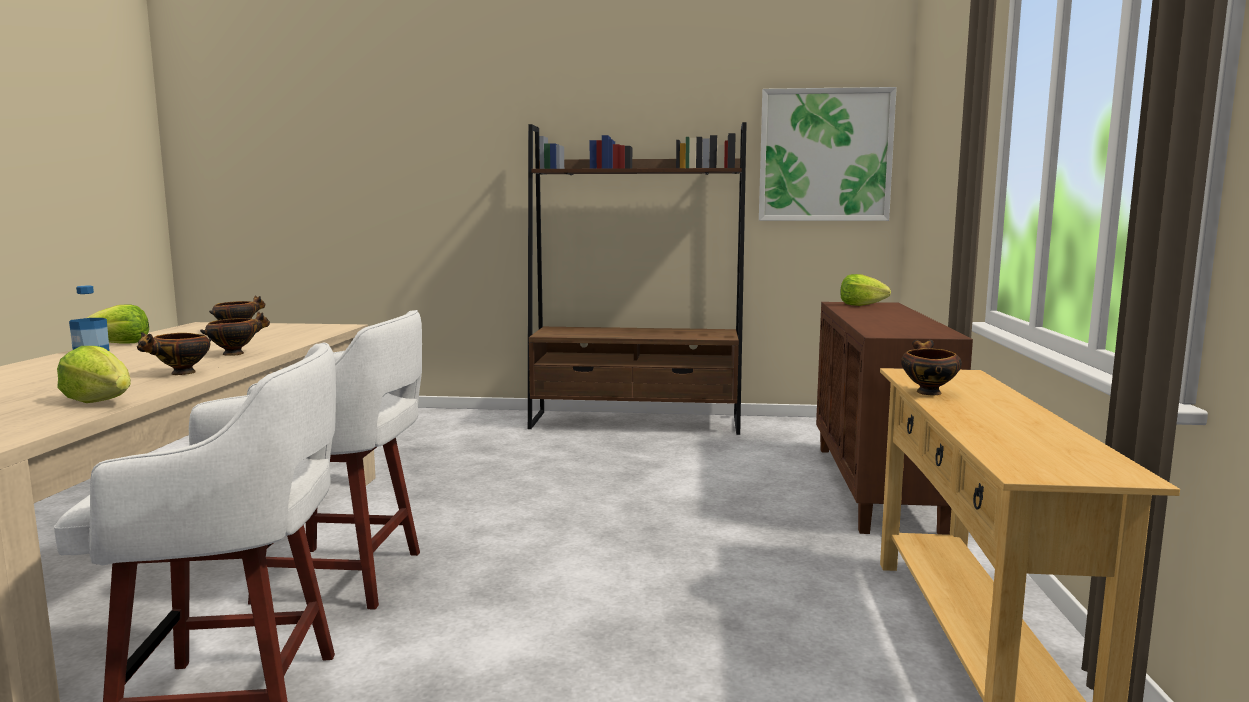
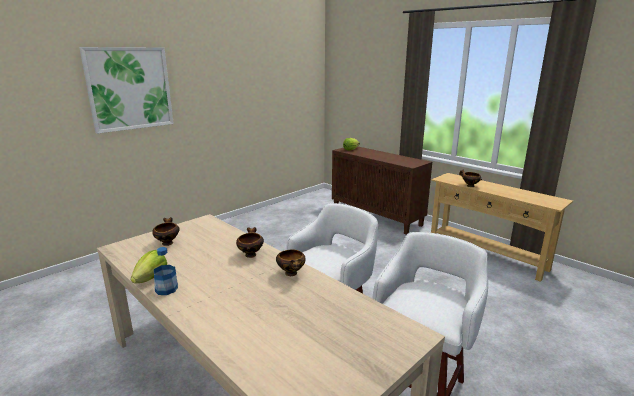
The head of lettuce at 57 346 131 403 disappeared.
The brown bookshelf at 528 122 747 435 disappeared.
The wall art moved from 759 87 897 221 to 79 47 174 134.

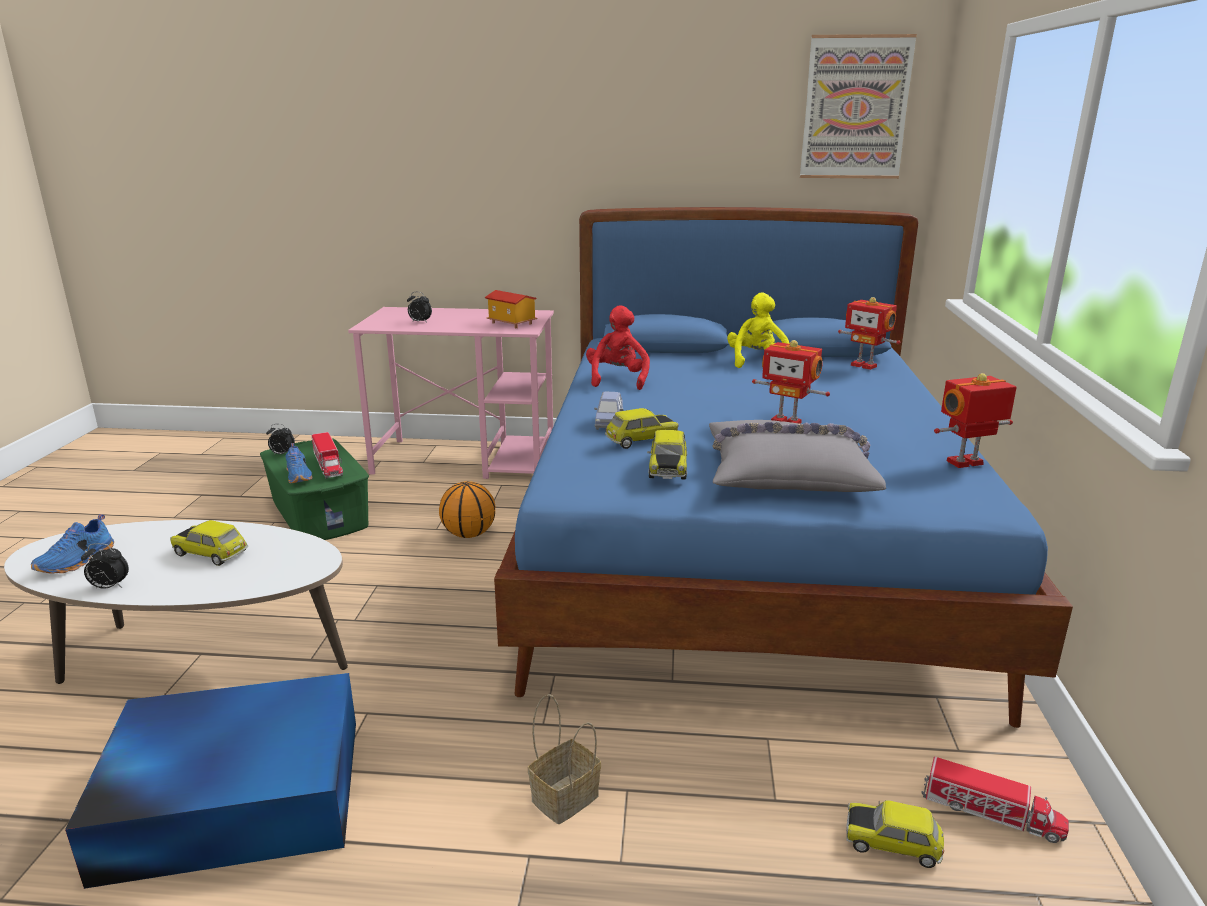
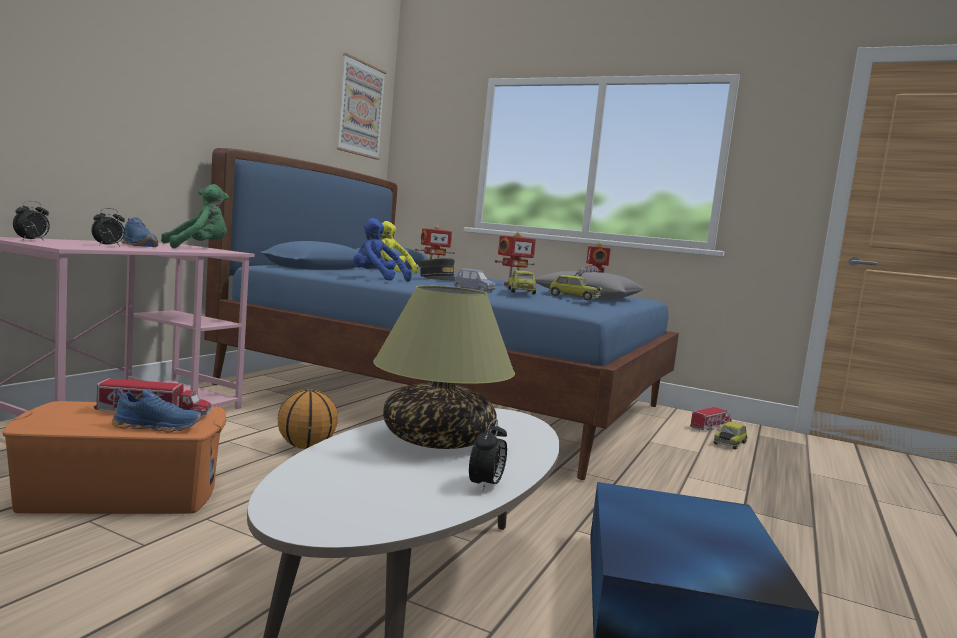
The storage basket at 528 694 601 824 disappeared.
The gray cap at 419 258 455 281 appeared.
The bluish low shoe moved from 31 514 114 574 to 121 217 158 247.
The alarm clock moved from 266 424 295 454 to 13 201 50 241.
The toy car at 170 520 248 566 was replaced by the lamp for a table at 373 285 515 449.
The model house at 485 290 537 328 was replaced by the green-coloured cuddly toy at 161 184 229 248.
The green-coloured storage container at 260 438 369 540 became the orange storage container at 3 401 226 514.
The red-coloured cuddly toy at 586 305 650 390 became the bluish cuddly toy at 353 218 412 282.

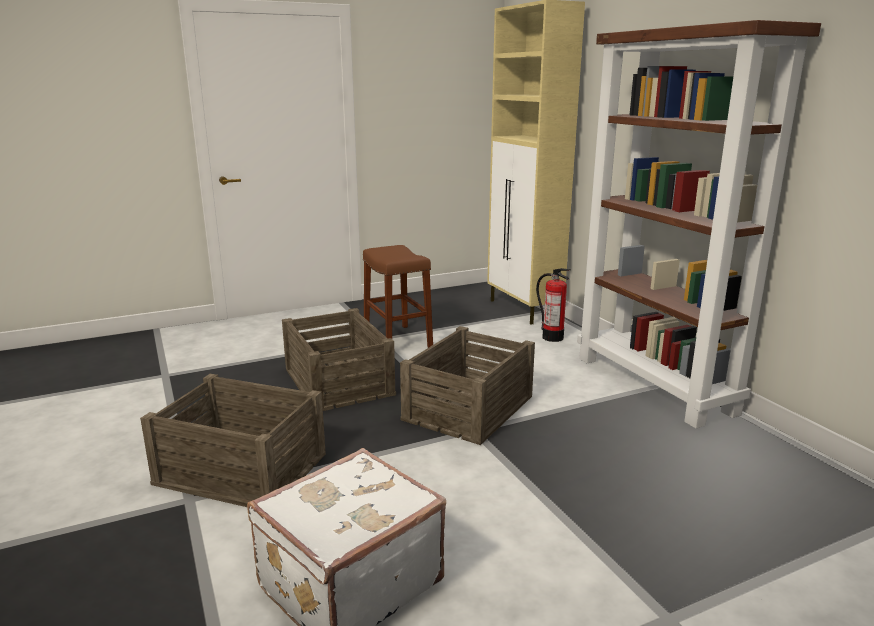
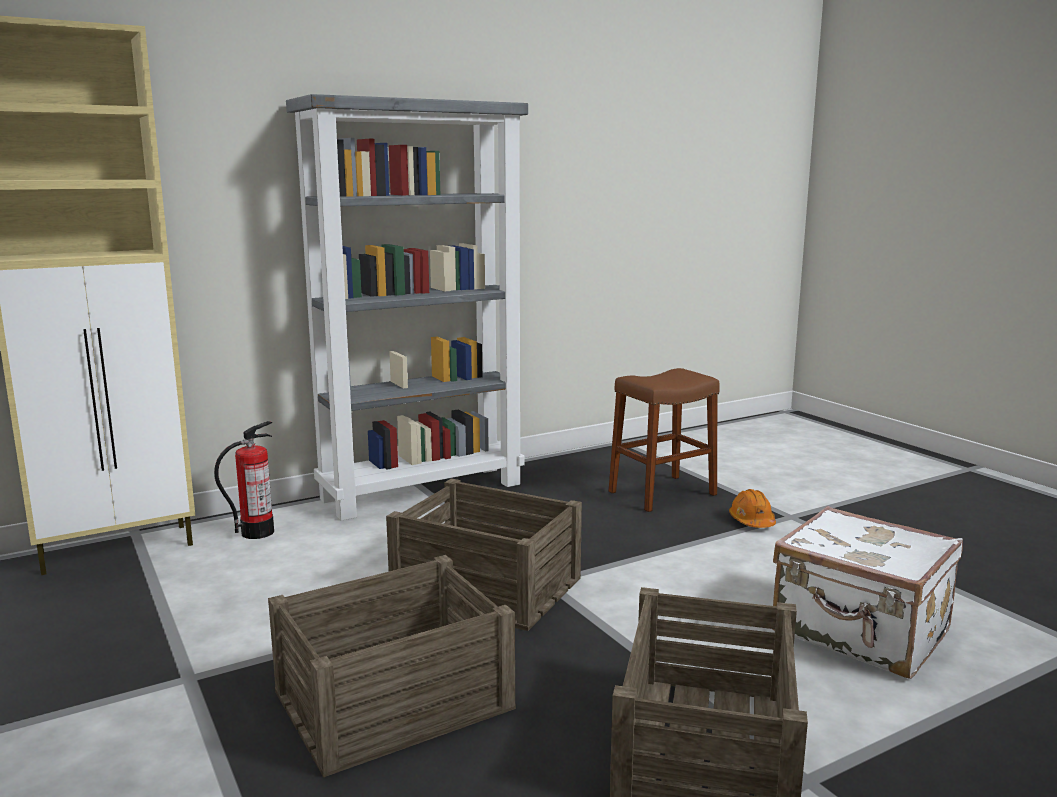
The orange hard hat at 729 489 776 528 appeared.
The brown stool seat moved from 363 245 433 348 to 609 368 720 512.
The brown bookshelf at 577 20 821 429 became the gray bookshelf at 286 94 528 521.

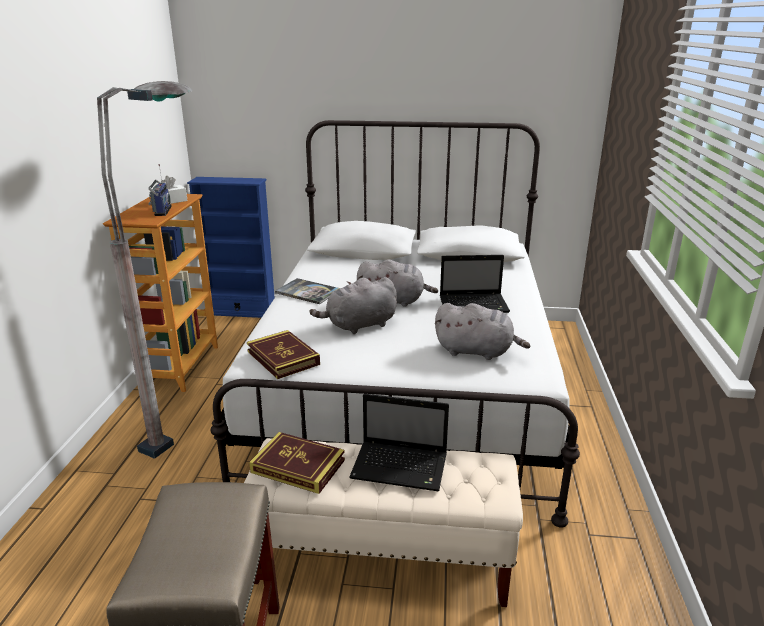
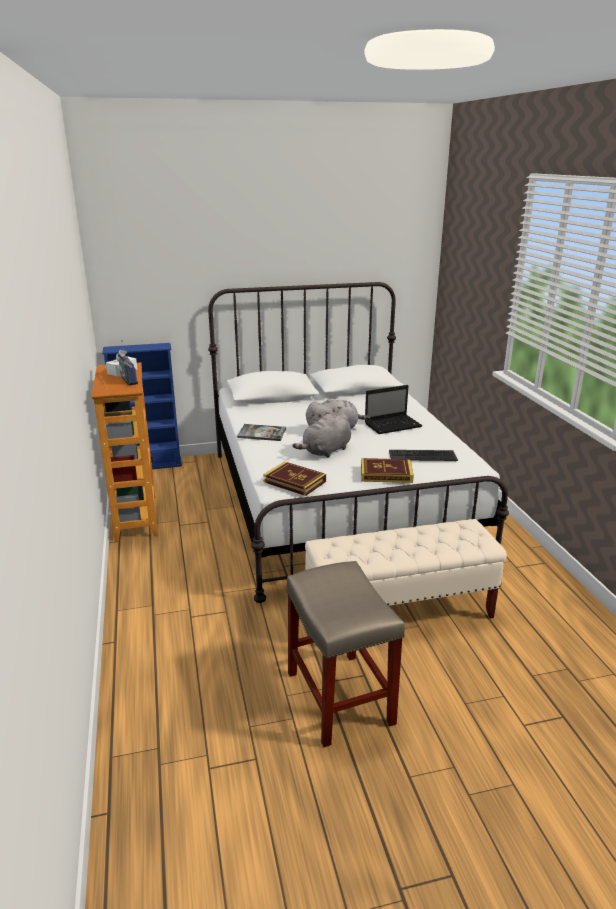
The gray floor lamp at 97 81 193 459 disappeared.
The portable computer at 349 394 449 491 disappeared.
The volume moved from 249 432 345 494 to 361 458 414 483.
The gray cuddly toy at 435 303 530 360 was replaced by the PC keyboard at 389 450 458 461.

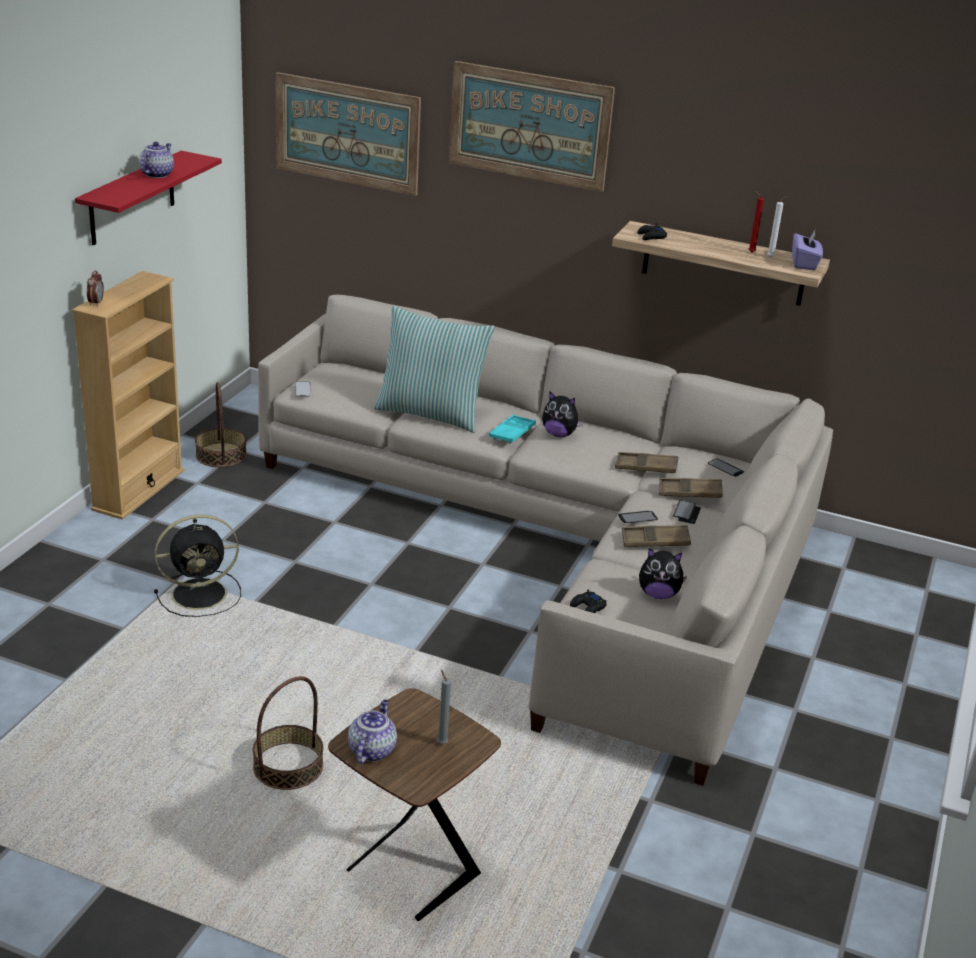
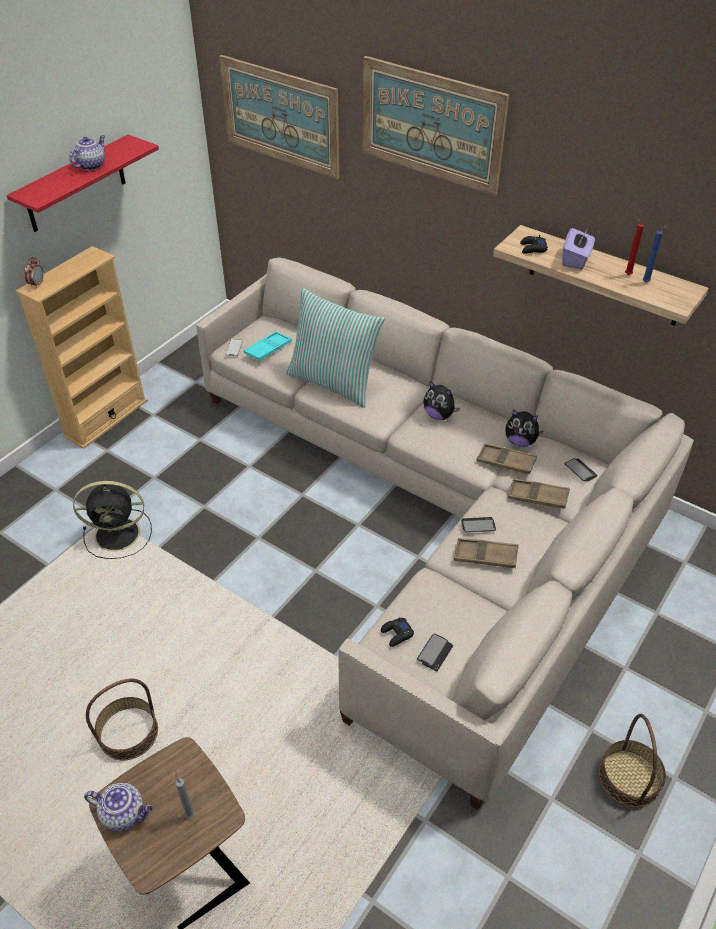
The storage basket moved from 195 382 247 467 to 599 714 666 808.
The turquoise carrying tray moved from 489 414 536 444 to 244 331 292 361.
The cuddly toy moved from 639 548 687 599 to 505 409 543 447.
The handset moved from 673 500 701 524 to 417 634 453 671.
The purple-coloured tissue box moved from 792 230 823 270 to 562 228 595 269.
The white wax candle at 767 196 787 257 became the bluish wax candle at 643 226 667 283.
The teapot at 348 699 397 764 turned 75 degrees clockwise.

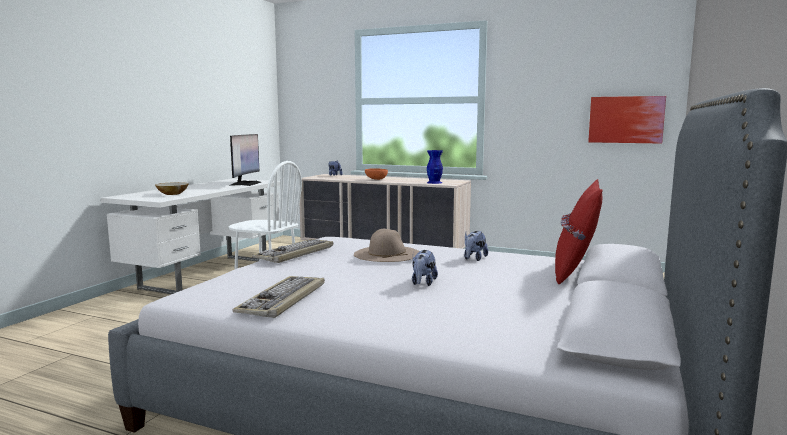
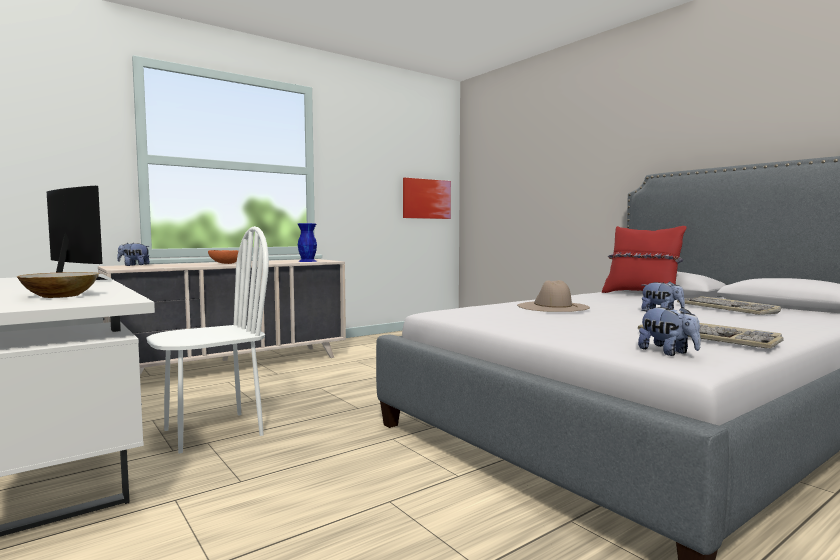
The PC keyboard moved from 252 239 333 263 to 677 296 781 315.
The cuddly toy moved from 464 231 488 261 to 638 307 701 356.

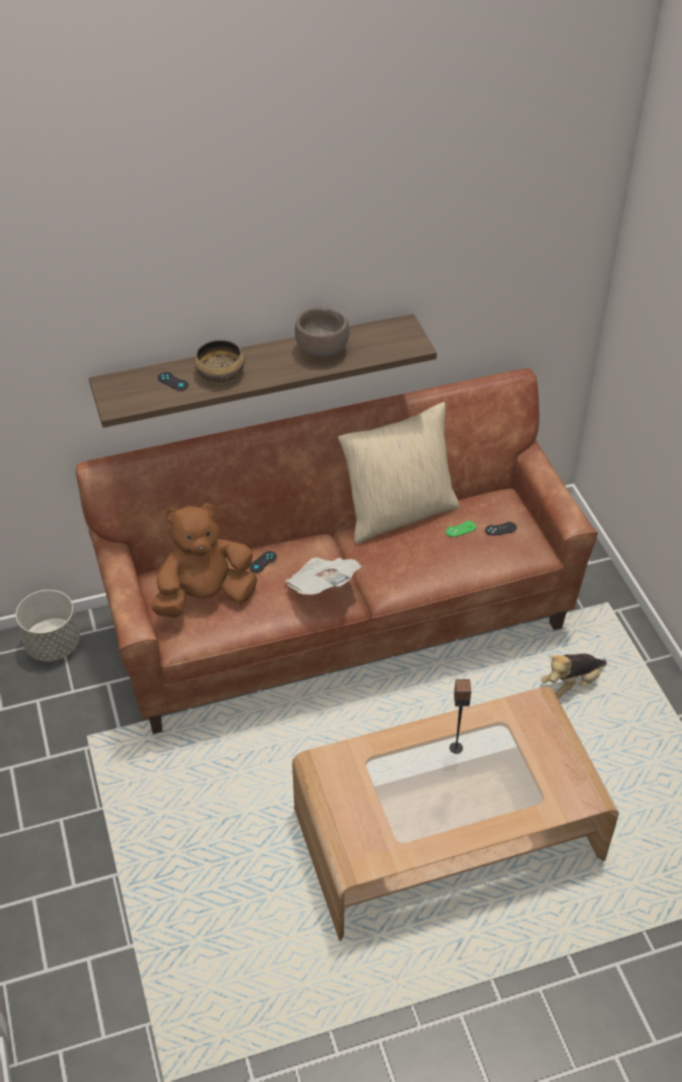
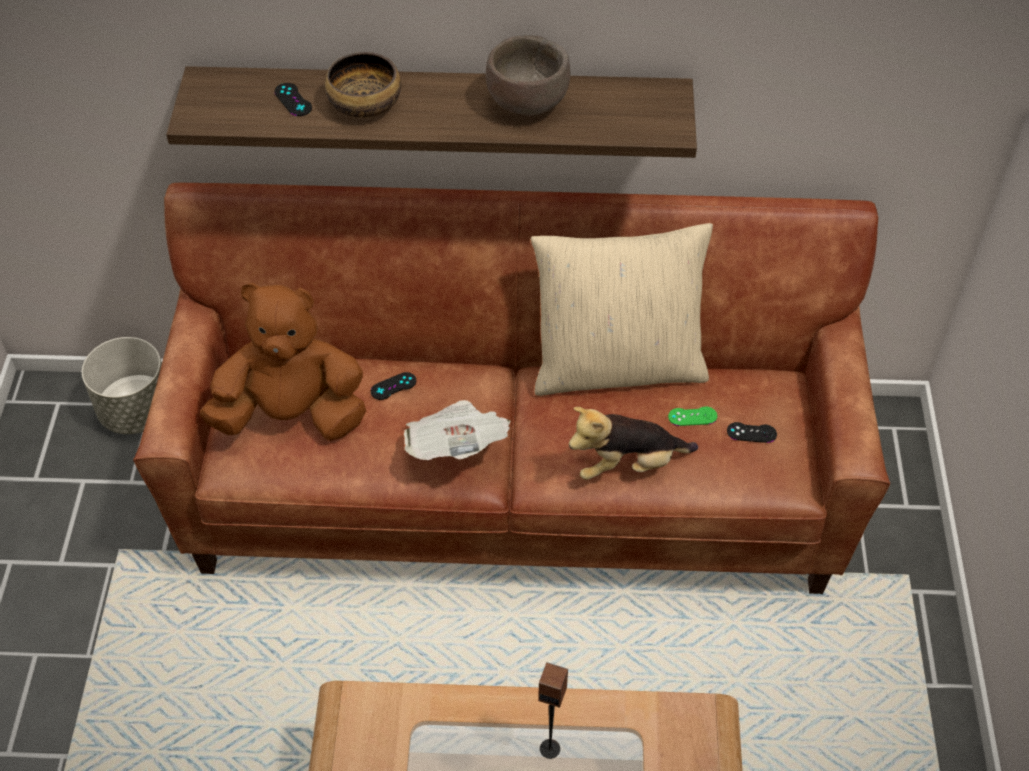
The cuddly toy moved from 541 654 607 699 to 569 407 698 480.

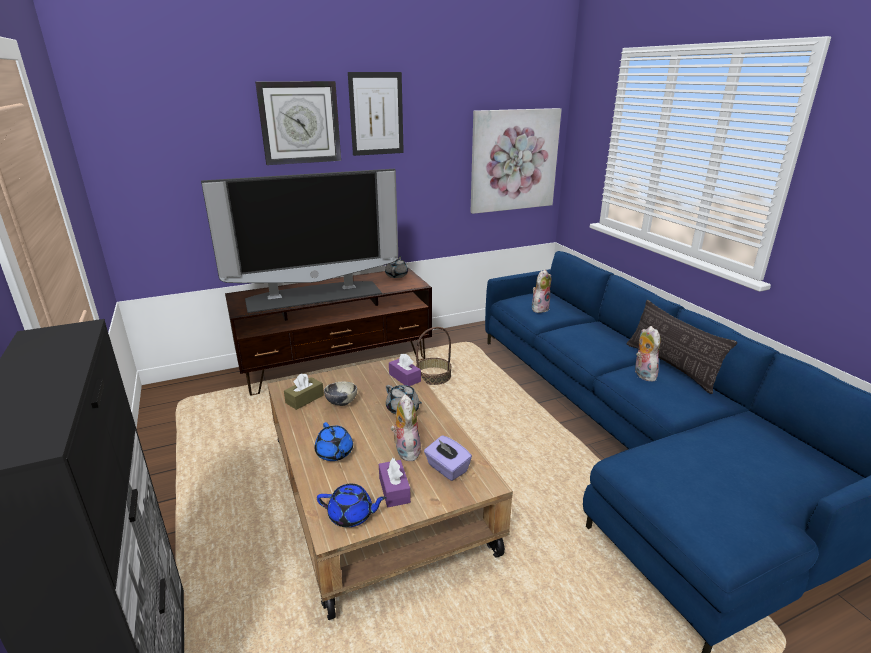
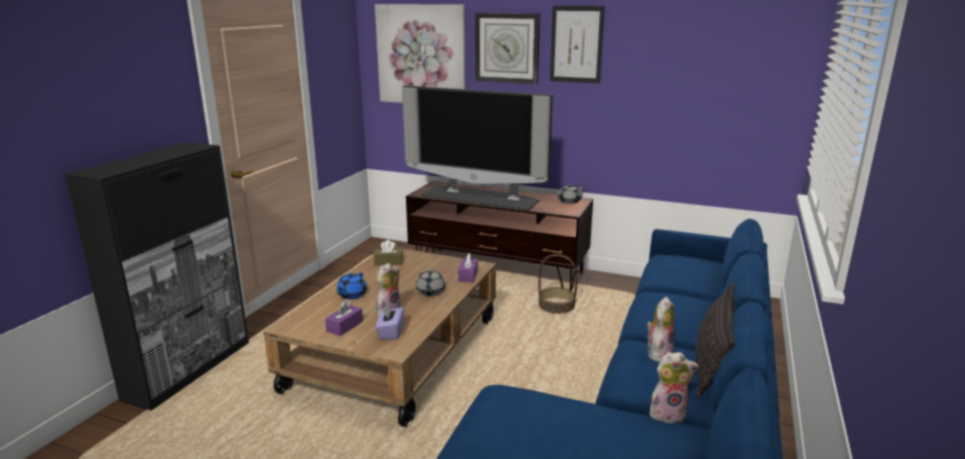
The bluish teapot at 317 484 387 527 disappeared.
The bowl at 324 382 357 406 disappeared.
The wall art moved from 470 108 562 214 to 375 4 466 103.
The cuddly toy moved from 532 269 551 313 to 650 352 699 424.

